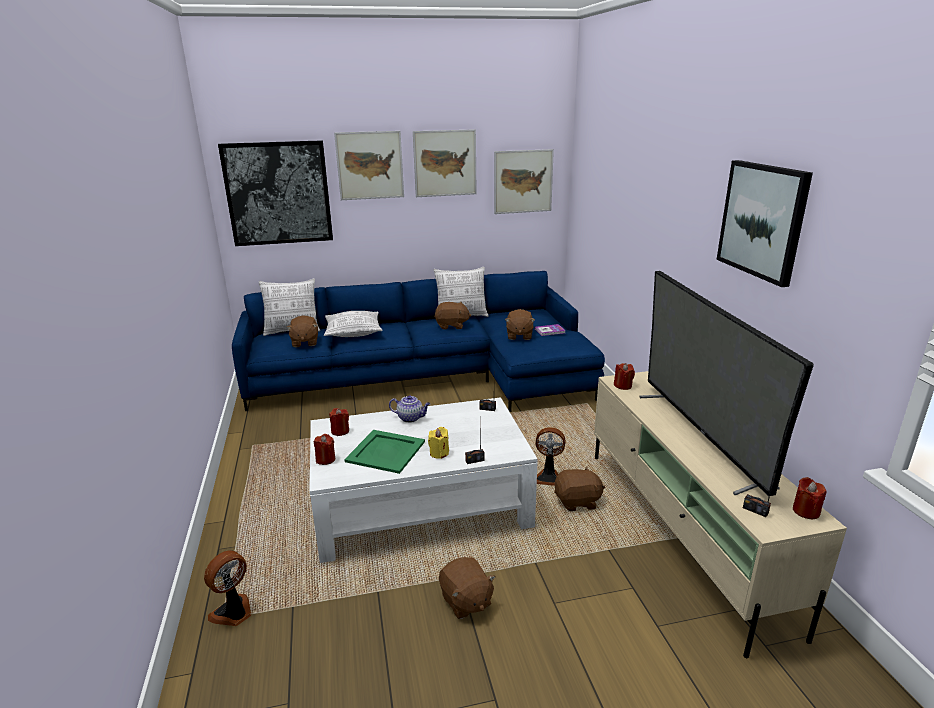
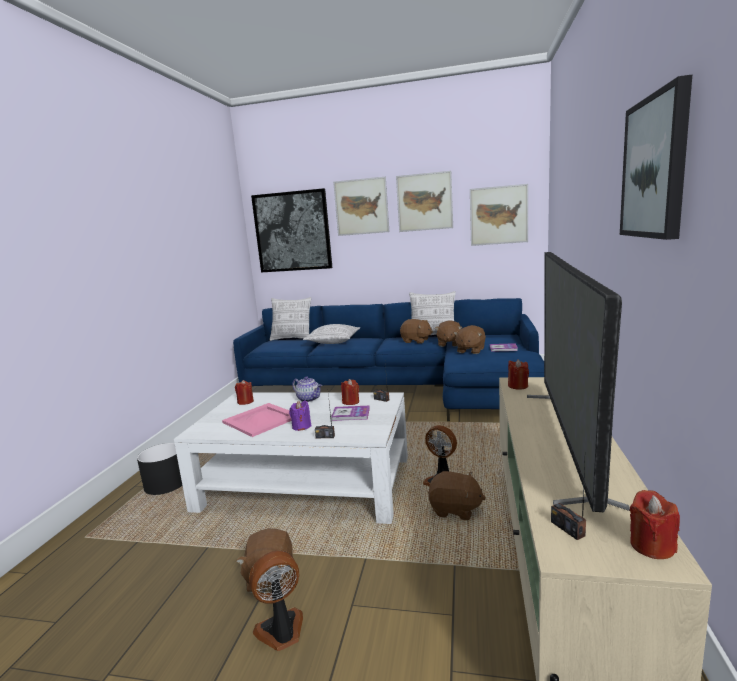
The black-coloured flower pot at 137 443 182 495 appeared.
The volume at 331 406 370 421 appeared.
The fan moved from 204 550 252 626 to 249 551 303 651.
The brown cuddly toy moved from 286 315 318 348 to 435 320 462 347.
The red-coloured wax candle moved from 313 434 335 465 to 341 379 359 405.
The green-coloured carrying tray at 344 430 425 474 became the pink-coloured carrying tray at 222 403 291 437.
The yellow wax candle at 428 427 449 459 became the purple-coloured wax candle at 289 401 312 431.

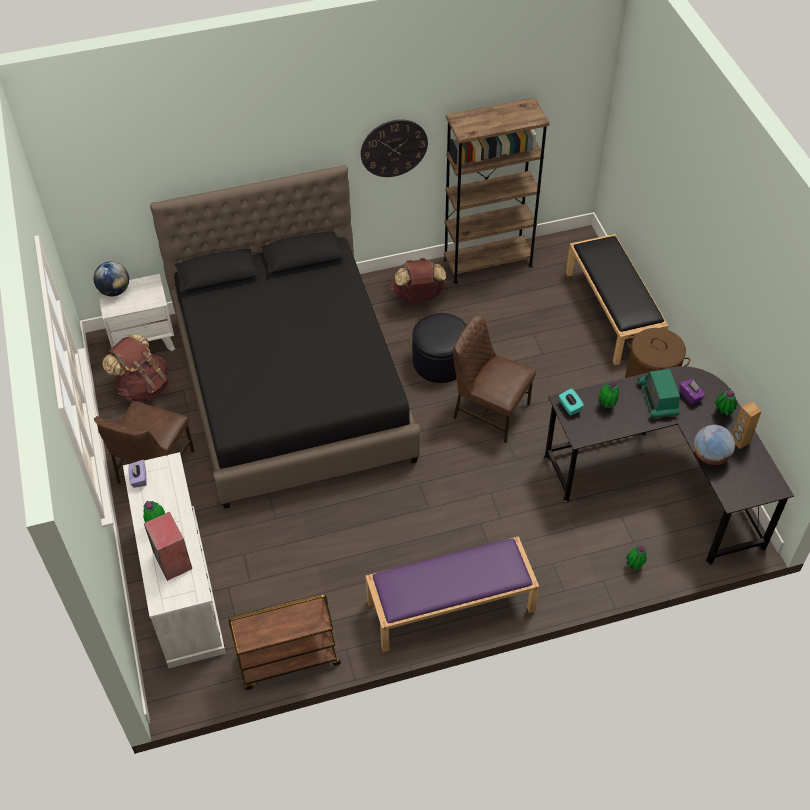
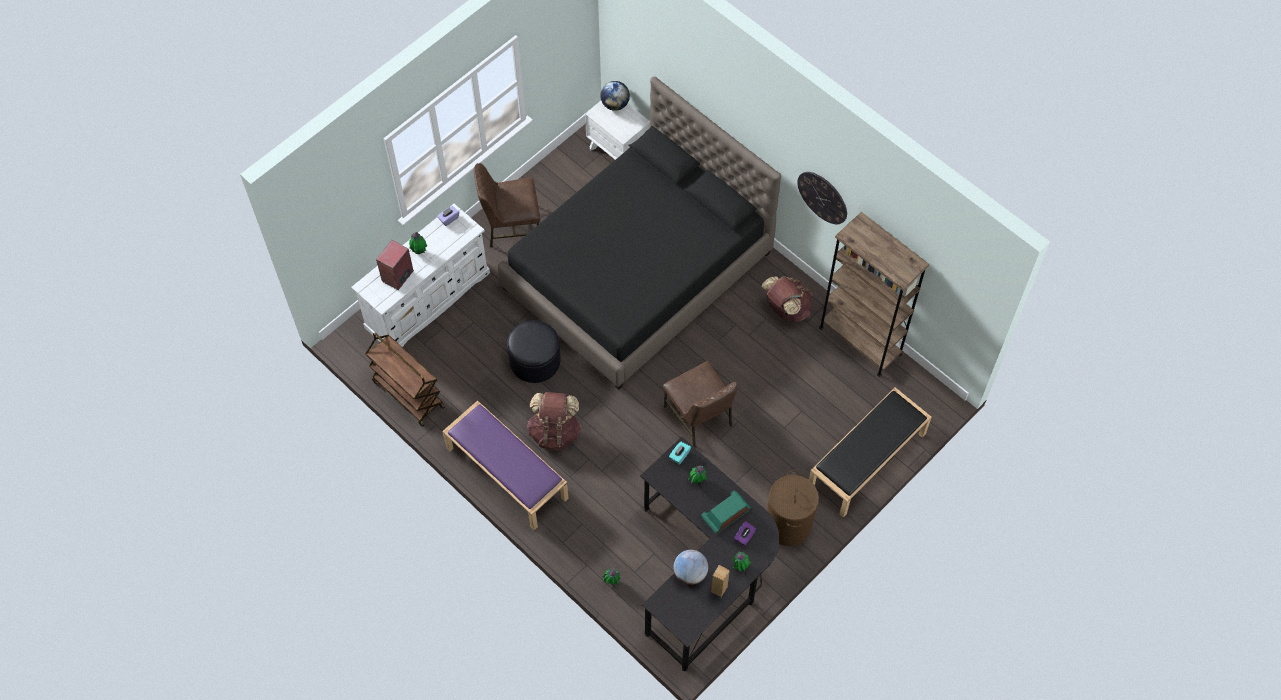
The brown backpack moved from 102 334 168 402 to 527 392 581 450.
The black-coloured pouffe moved from 412 313 467 383 to 507 320 561 383.
The brown plain chair at 453 316 536 443 turned 150 degrees clockwise.

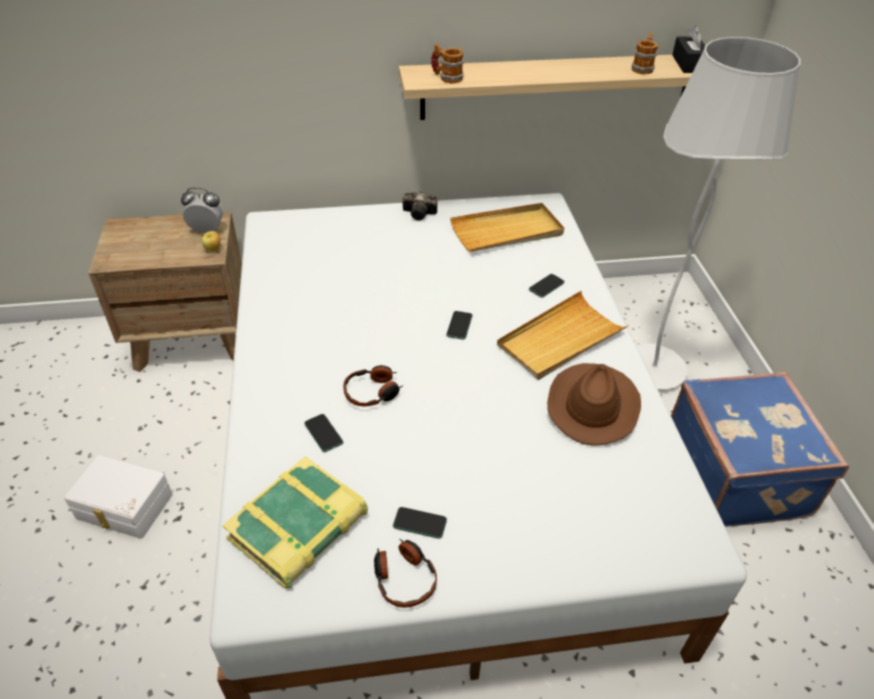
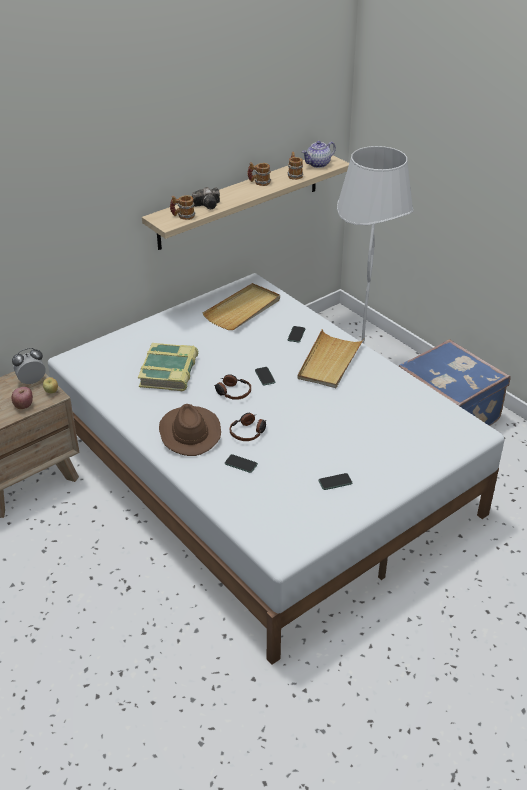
The white storage container at 64 455 172 539 disappeared.
The apple at 12 387 33 409 appeared.
The tea mug at 247 162 271 186 appeared.
The volume moved from 222 456 368 589 to 138 343 199 392.
The headphones moved from 374 538 437 608 to 214 374 251 400.
The still camera moved from 402 191 437 221 to 192 187 220 209.
The brown hat moved from 547 363 641 446 to 159 404 221 456.
The black-coloured tissue box at 672 25 705 73 was replaced by the teapot at 302 141 336 168.

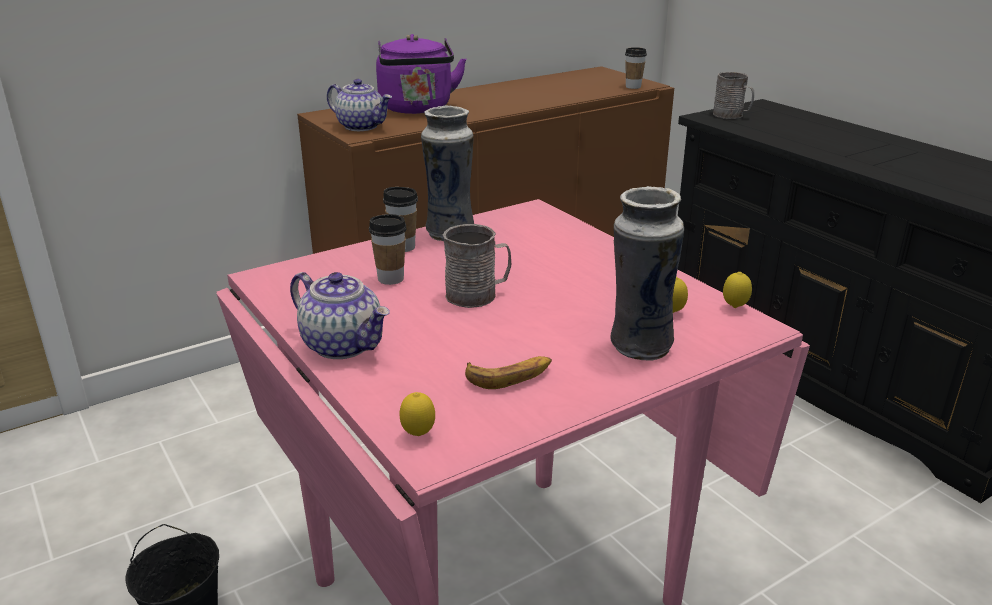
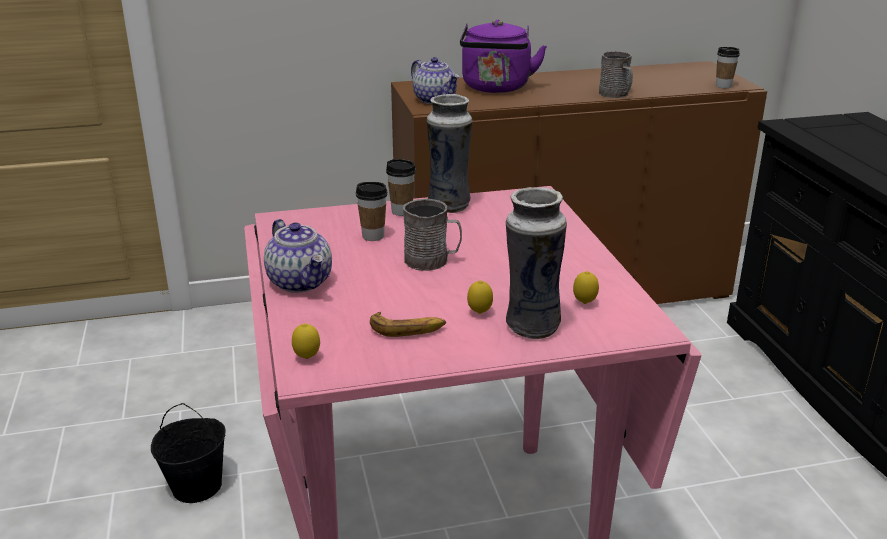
The gray tea mug moved from 713 72 754 119 to 599 51 633 98.
The whole lemon moved from 723 272 752 308 to 467 280 493 314.

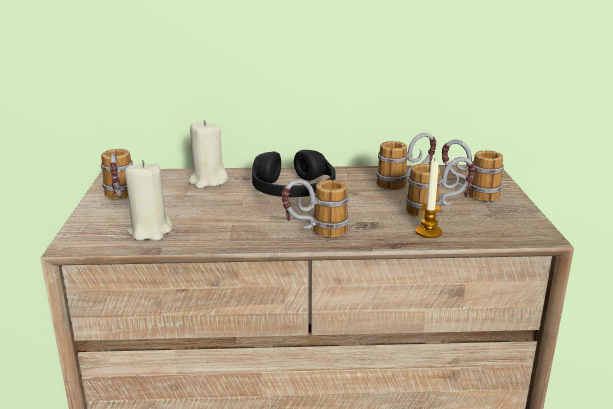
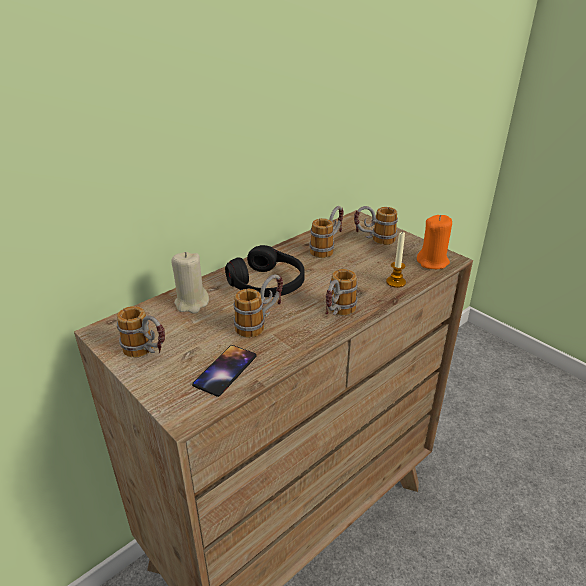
The orange wax candle at 417 215 452 269 appeared.
The tea mug moved from 406 157 476 218 to 233 274 283 338.
The beige wax candle at 125 160 172 241 was replaced by the handset at 192 345 257 397.

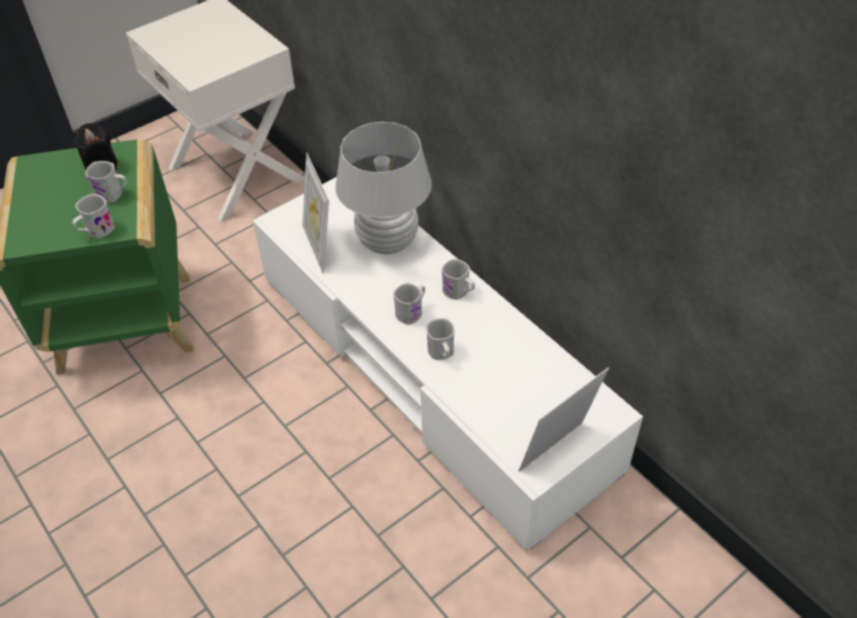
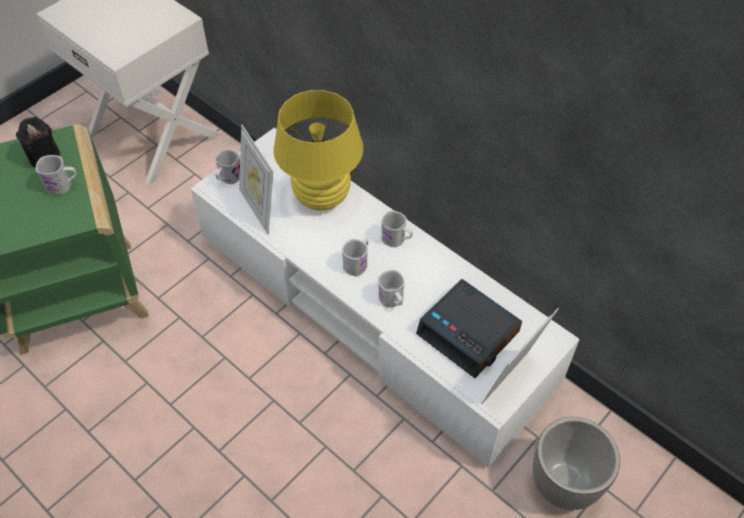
The alarm clock at 416 279 522 378 appeared.
The flower pot at 533 417 620 510 appeared.
The white tea mug moved from 72 194 115 238 to 215 149 240 184.
The white lamp for a table at 335 122 432 254 became the yellow lamp for a table at 273 90 363 210.

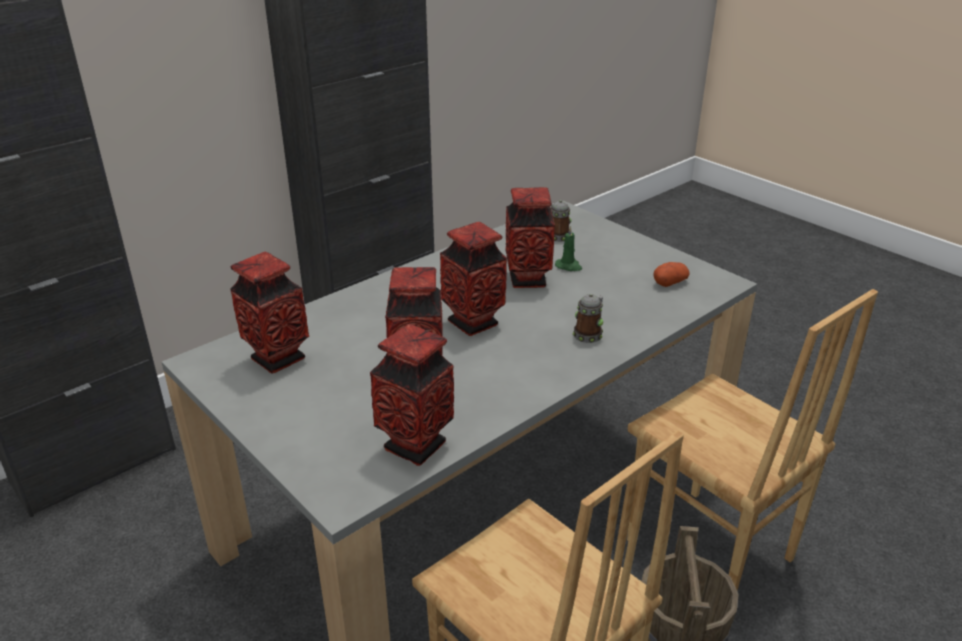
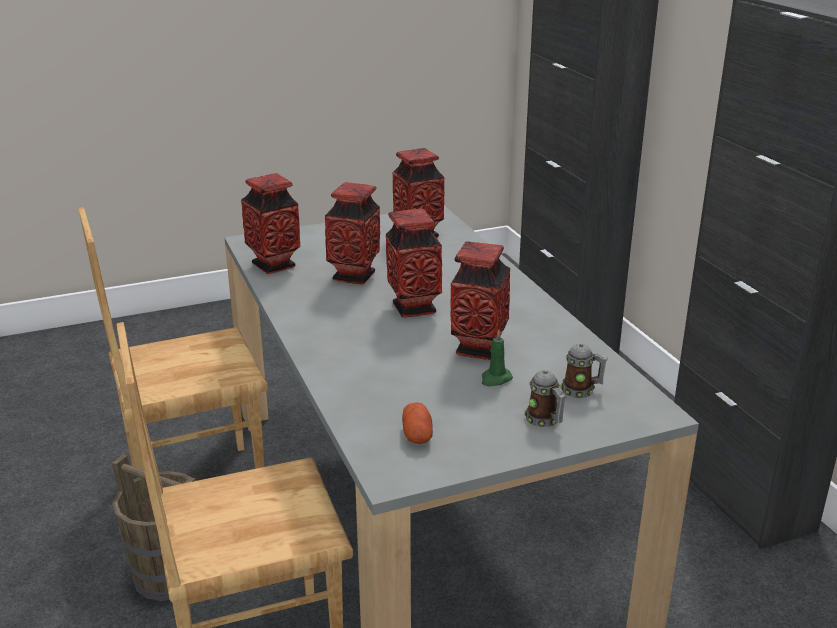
The tea mug moved from 573 294 603 343 to 524 370 566 427.

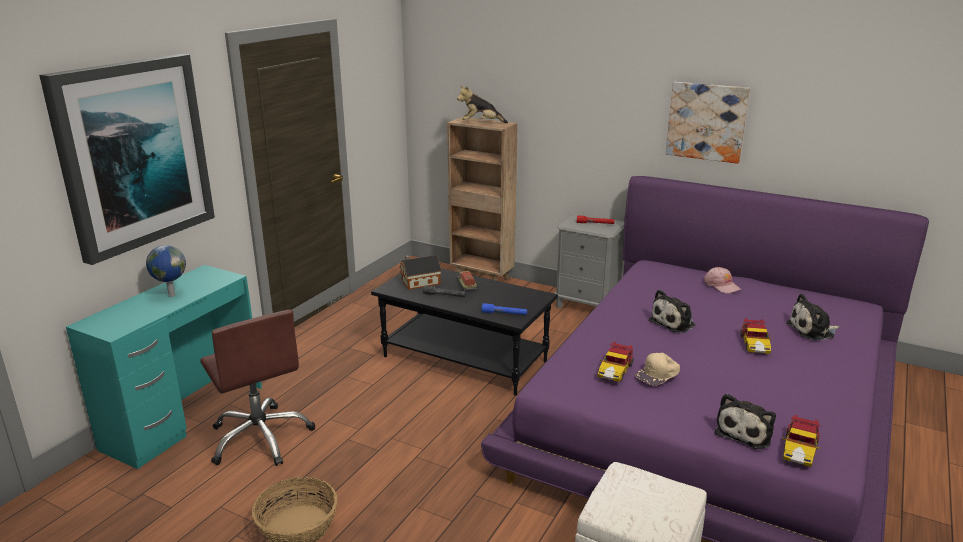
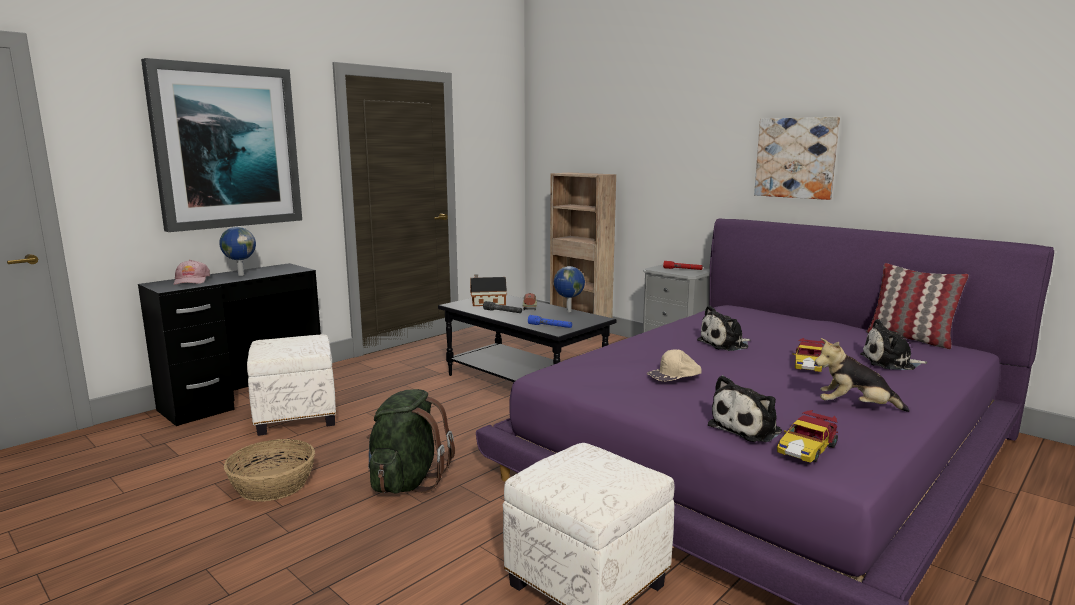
The toy car at 598 341 634 382 disappeared.
The green-coloured backpack at 367 389 455 494 appeared.
The desk globe at 554 266 585 312 appeared.
The pillow at 866 263 969 349 appeared.
The cuddly toy moved from 457 85 508 123 to 815 338 910 412.
The pink-coloured cap moved from 704 267 741 294 to 173 260 210 285.
The brown computer chair at 200 310 315 466 was replaced by the white pouffe at 247 335 336 436.
The turquoise desk table at 66 265 262 469 became the black-coloured desk table at 138 263 321 426.

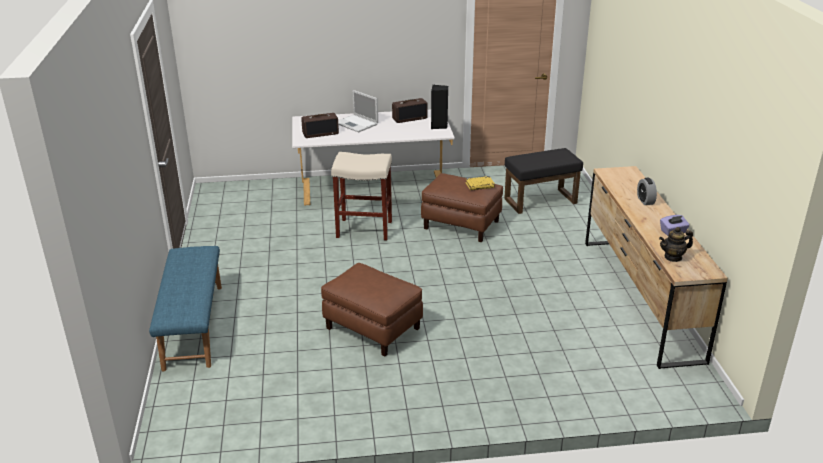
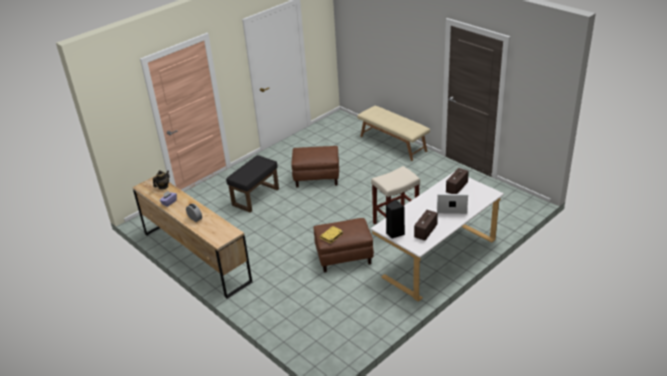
The black-coloured pouffe moved from 504 148 583 214 to 226 155 279 213.
The bluish long seat at 149 246 222 371 became the beige long seat at 357 105 430 161.

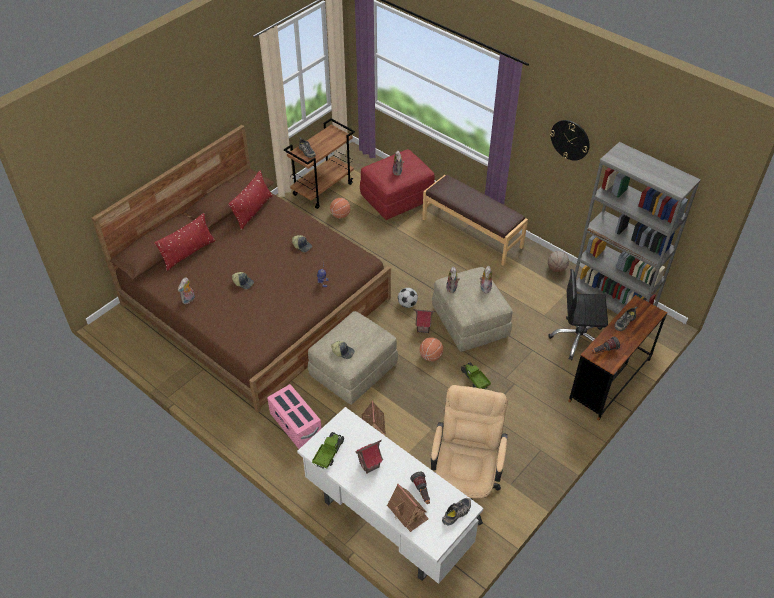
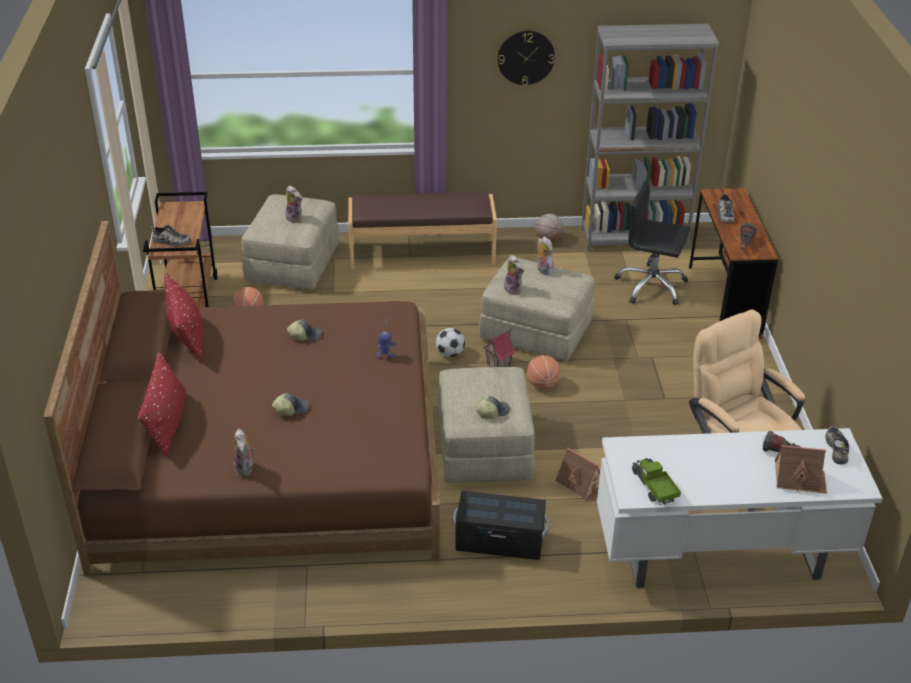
The model house at 355 440 383 474 disappeared.
The toy truck at 461 362 491 389 disappeared.
The pink-coloured storage container at 267 384 322 449 became the black-coloured storage container at 452 491 549 560.
The red-coloured pouffe at 360 149 435 220 became the beige pouffe at 242 194 339 290.
The black-coloured computer chair at 549 269 608 360 turned 60 degrees clockwise.

